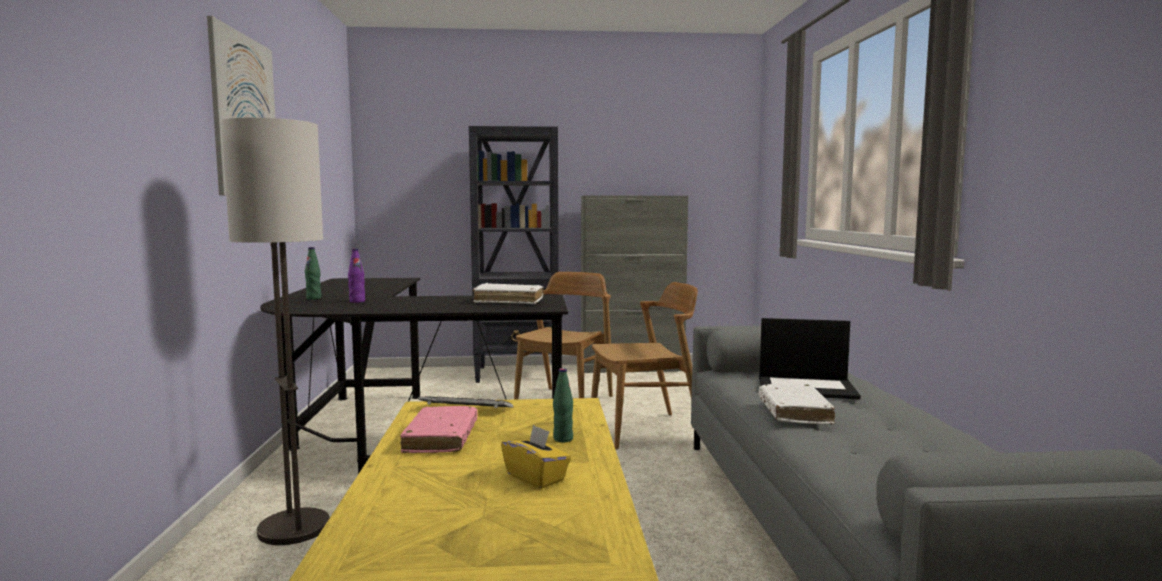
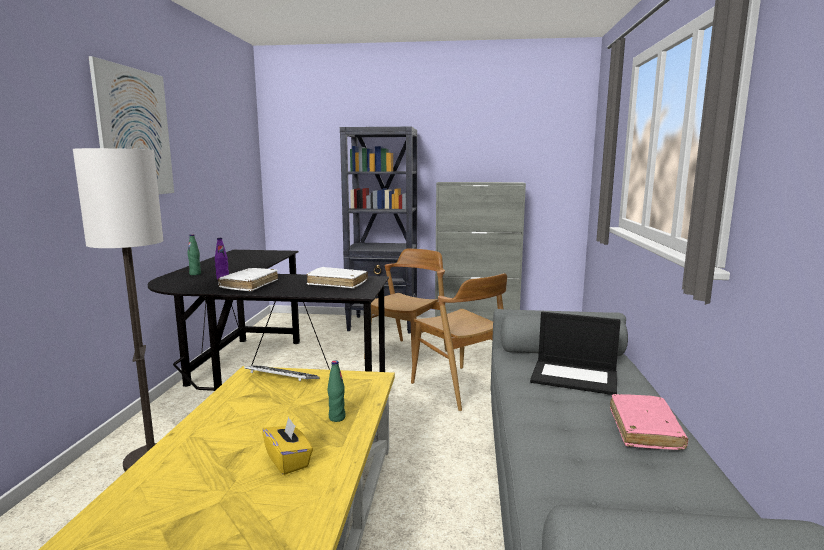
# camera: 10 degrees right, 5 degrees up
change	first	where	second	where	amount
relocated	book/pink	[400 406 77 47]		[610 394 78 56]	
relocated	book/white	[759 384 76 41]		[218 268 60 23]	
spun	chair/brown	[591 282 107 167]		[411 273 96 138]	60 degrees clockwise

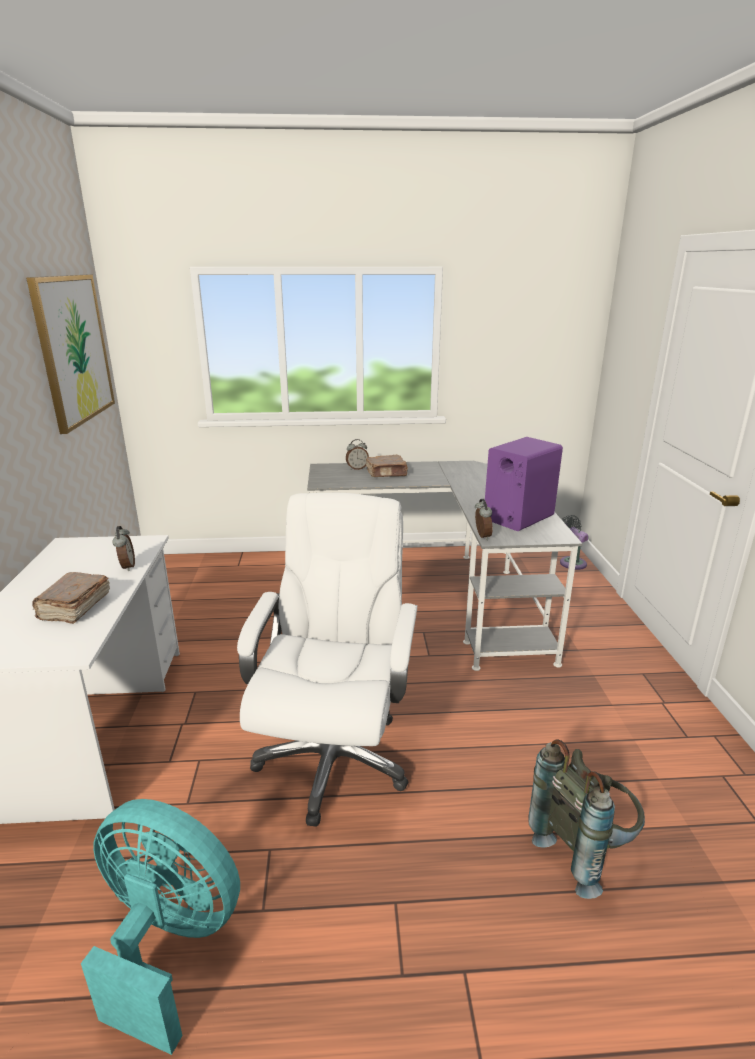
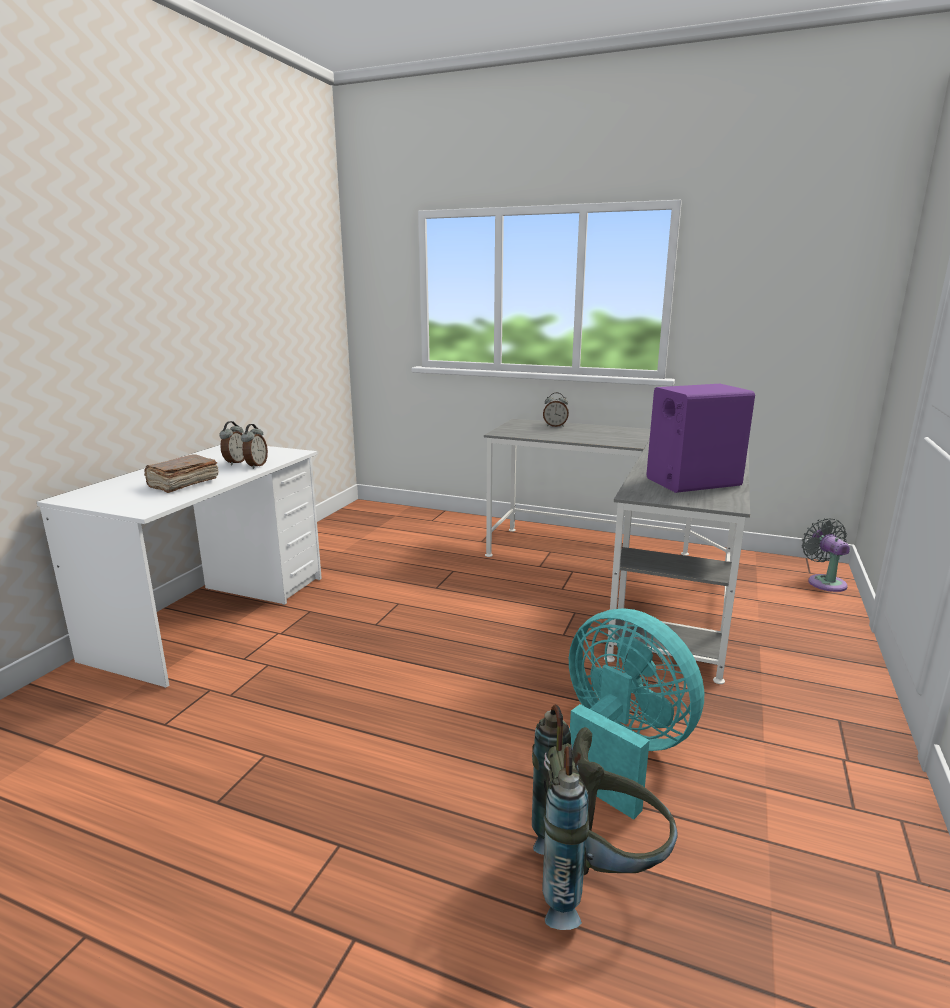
# camera: 25 degrees right, 5 degrees down
change	first	where	second	where	amount
missing	picture	[26 275 89 159]			
missing	office chair/white	[237 493 181 334]			
missing	book/brown	[366 455 42 22]			
relocated	fan/turquoise	[81 799 159 256]		[569 608 135 212]	
relocated	alarm clock	[475 499 18 41]		[219 421 26 44]	

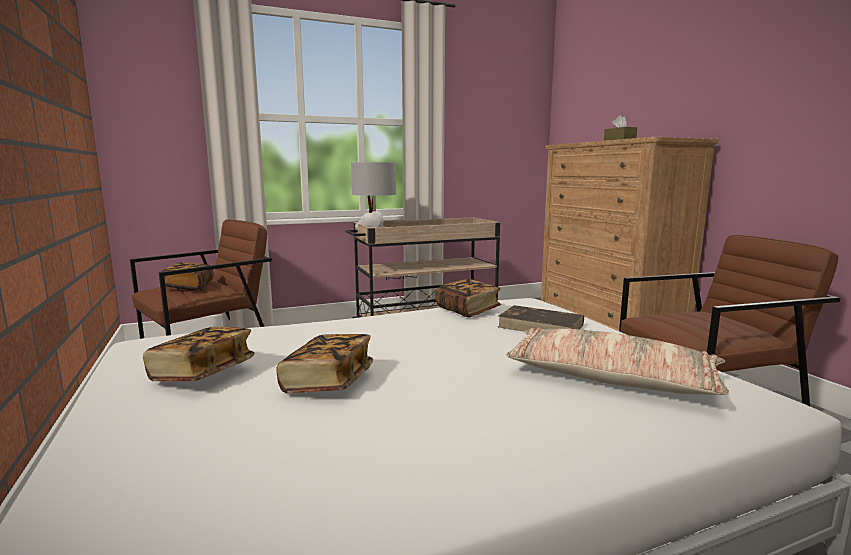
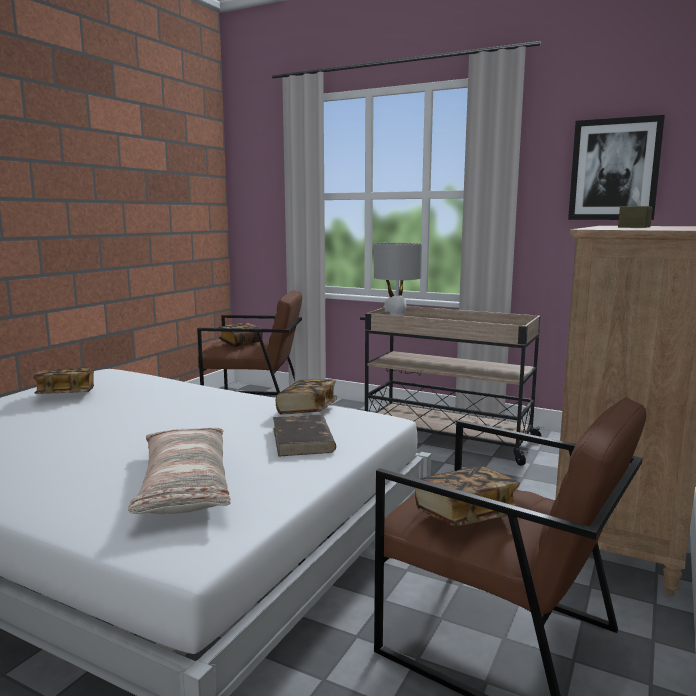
# camera: 50 degrees right, 0 degrees up
change	first	where	second	where	amount
appeared			picture	[568 115 97 105]	
relocated	book	[276 334 97 60]		[415 466 105 60]	

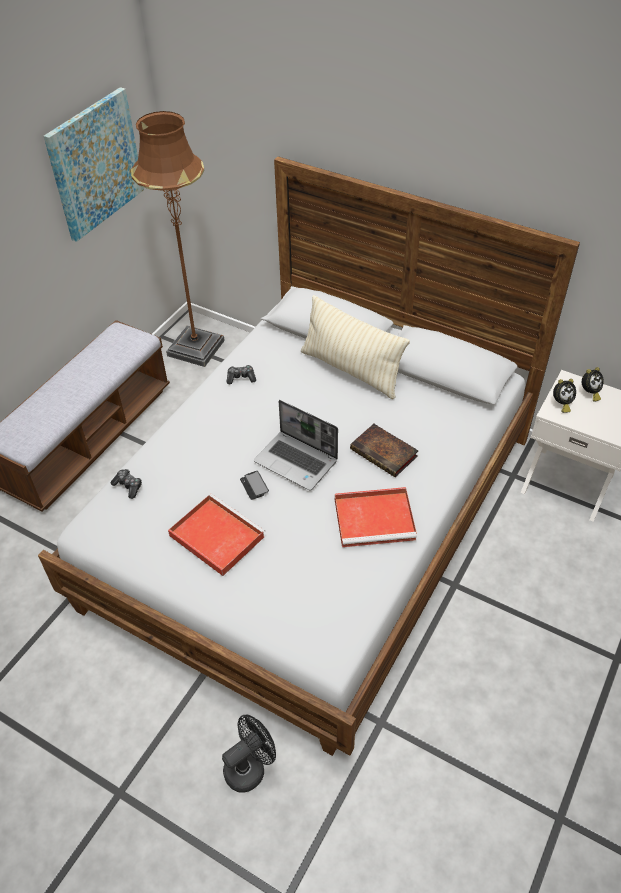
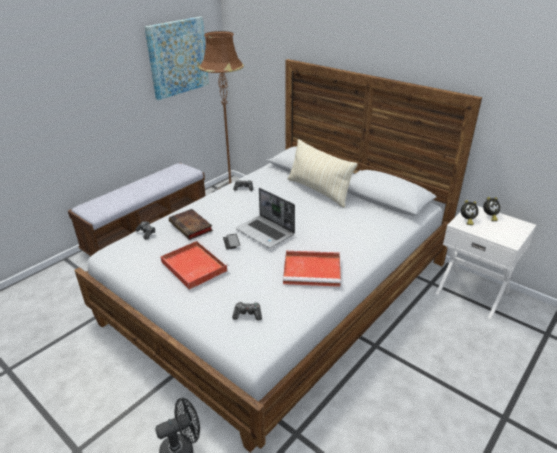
# camera: 10 degrees right, 15 degrees down
change	first	where	second	where	amount
appeared			game controller	[232 302 30 19]	
relocated	book	[350 424 68 54]		[169 209 44 31]	

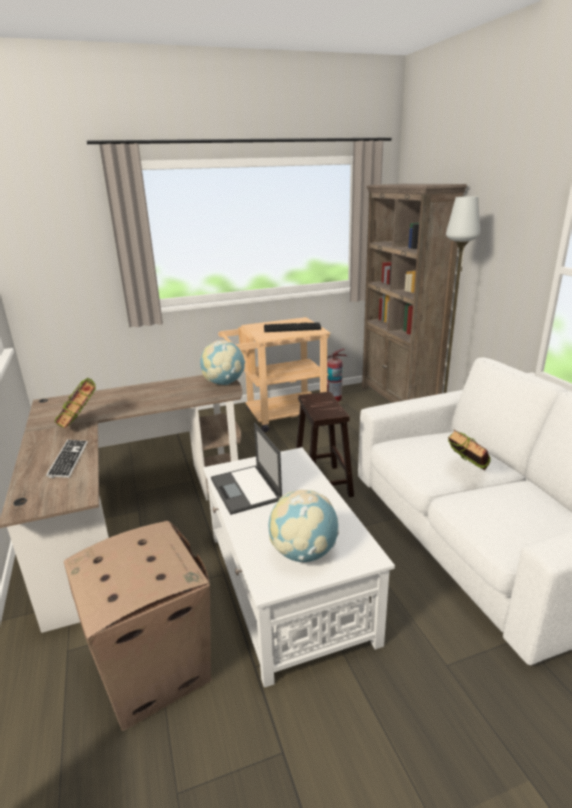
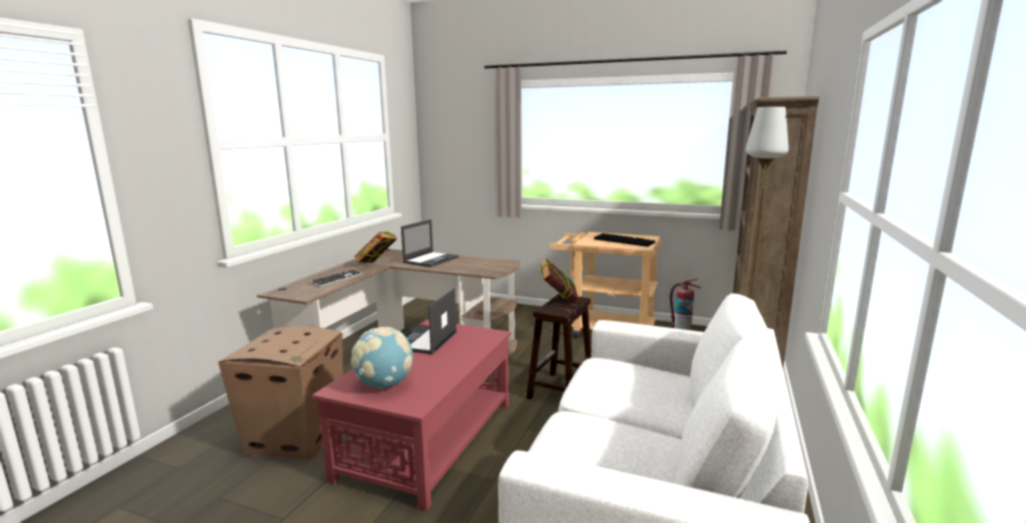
# camera: 40 degrees right, 10 degrees down
change	first	where	second	where	amount
missing	globe	[200 340 45 45]			
appeared			laptop	[401 219 58 48]	
relocated	book	[448 430 43 40]		[540 259 39 45]	
colour	coffee table/white	[203 447 192 241]	coffee table/red	[312 320 199 191]	

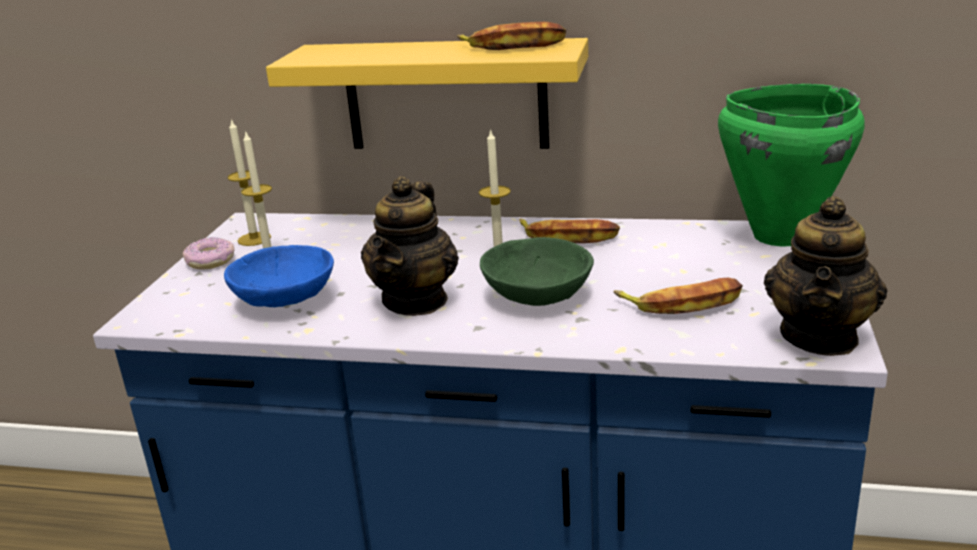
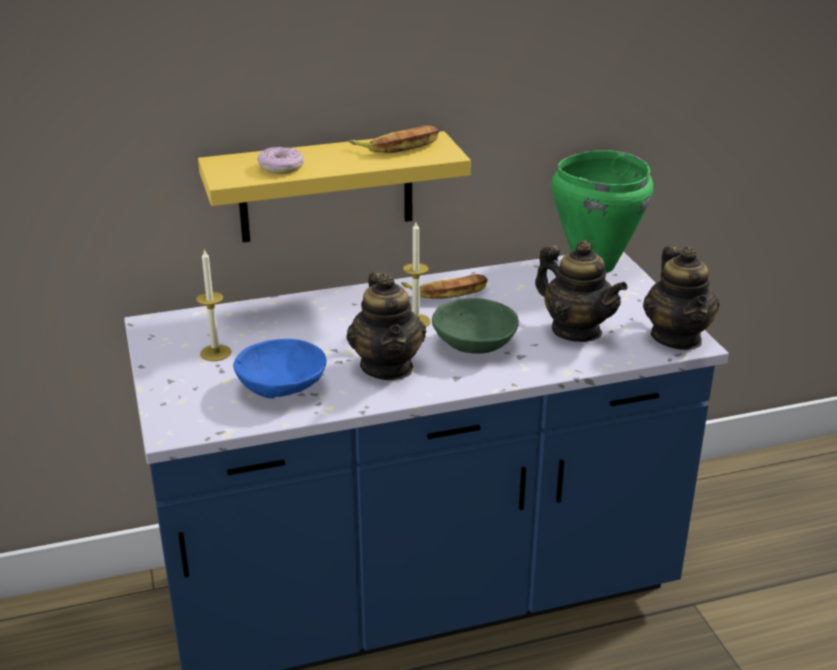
# camera: 30 degrees left, 5 degrees up
change	first	where	second	where	amount
missing	candle	[227 119 44 127]			
relocated	donut	[183 237 52 32]		[257 147 47 27]	
exchanged	banana	[614 278 129 36]	teapot	[535 240 92 102]	

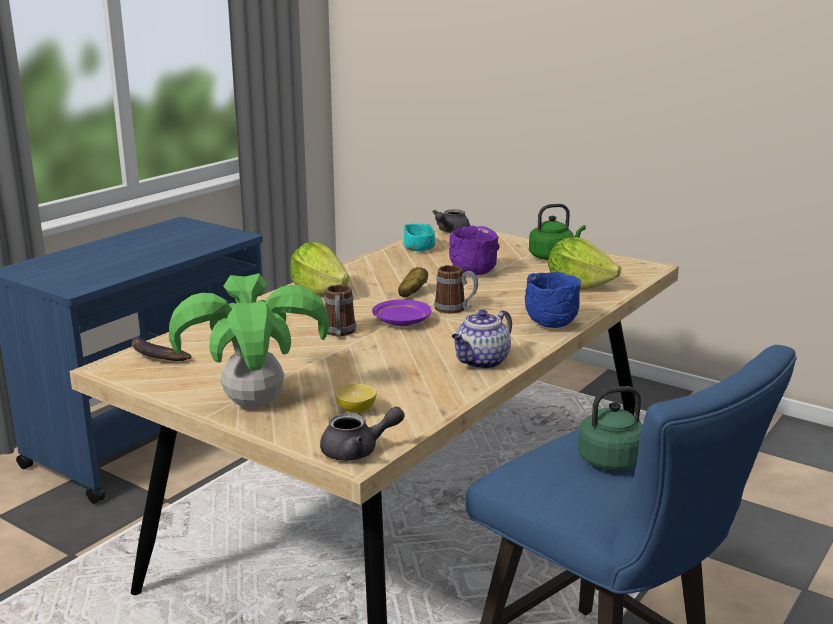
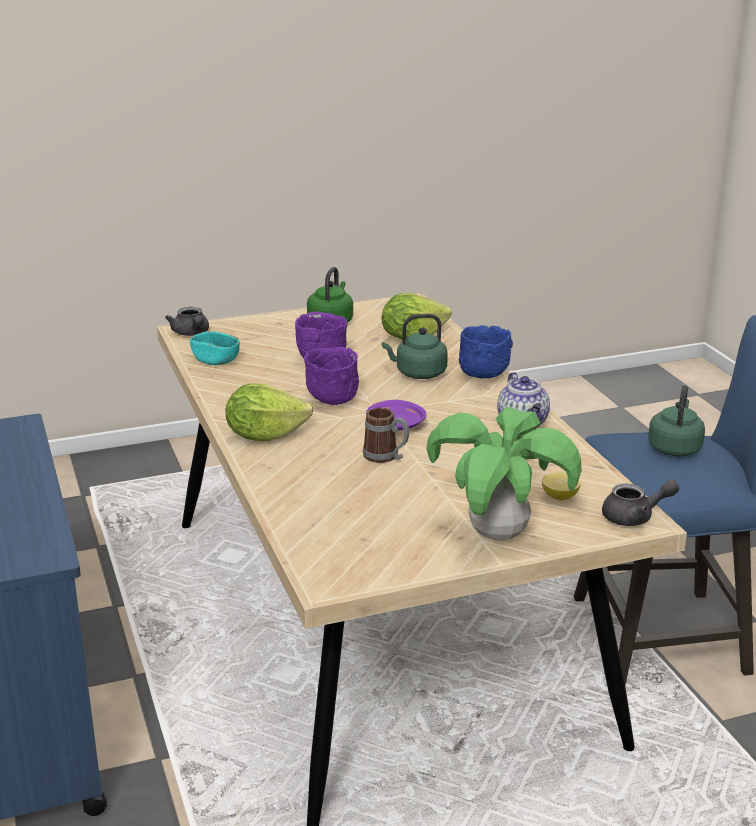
# camera: 55 degrees left, 5 degrees up
change	first	where	second	where	amount
missing	banana	[132 339 60 22]			
missing	mug	[434 265 44 49]			
appeared			kettle/green	[382 314 66 65]	
exchanged	potato	[398 267 30 30]	bowl/purple	[304 347 55 58]	
spun	teapot/grey	[320 406 85 55]		[602 480 77 46]	60 degrees clockwise

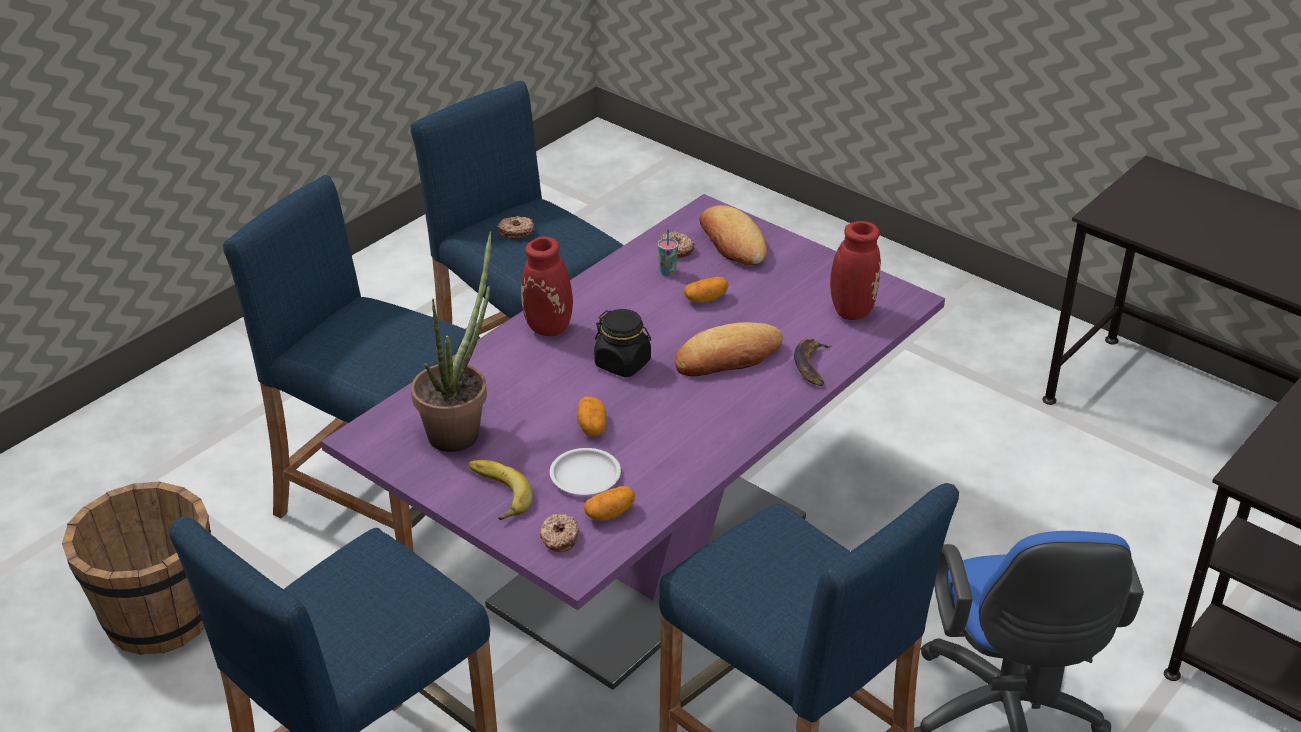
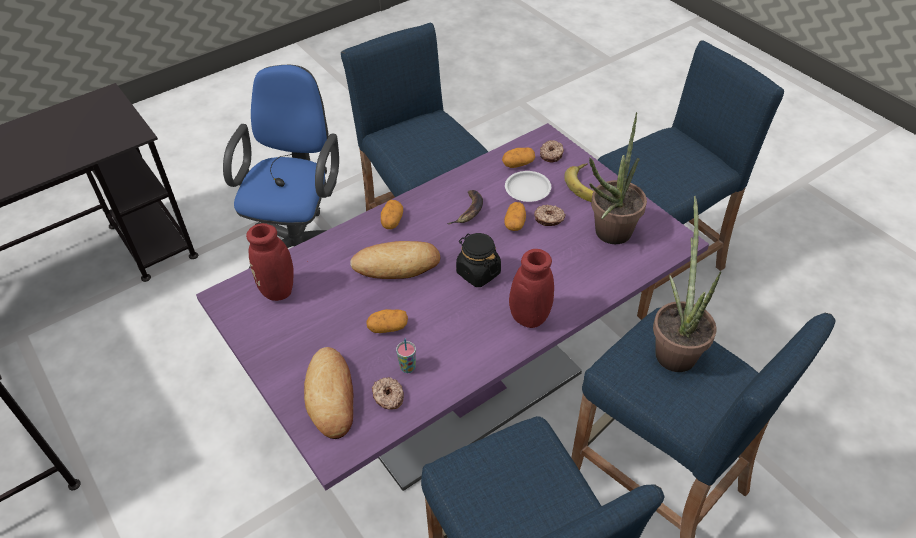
# camera: 165 degrees left, 10 degrees up
change	first	where	second	where	amount
missing	bucket/brown	[62 482 149 173]			
appeared			potato	[381 200 22 29]	
appeared			potted plant	[653 196 68 176]	
relocated	donut	[497 216 37 23]		[534 205 31 21]	
relocated	banana	[794 338 38 48]		[447 190 36 35]	

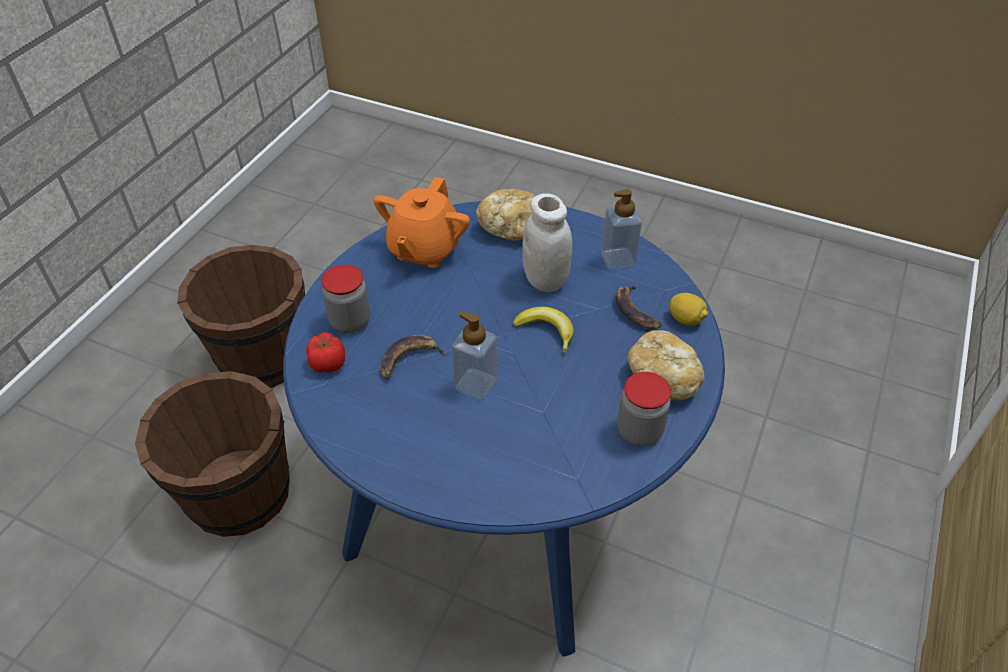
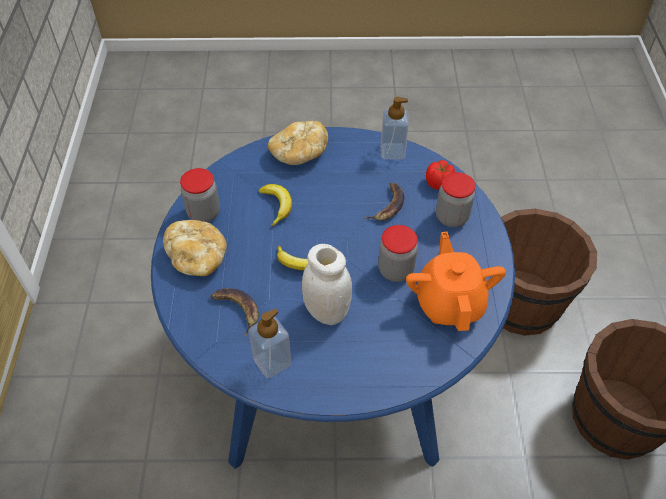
# camera: 155 degrees right, 5 degrees up
change	first	where	second	where	amount
missing	lemon	[670 293 38 33]			
appeared			banana	[259 184 33 42]	
appeared			jar	[378 225 40 57]	
relocated	soap dispenser	[452 312 45 88]		[381 97 28 63]	
relocated	bread	[476 189 59 52]		[268 121 60 44]	

